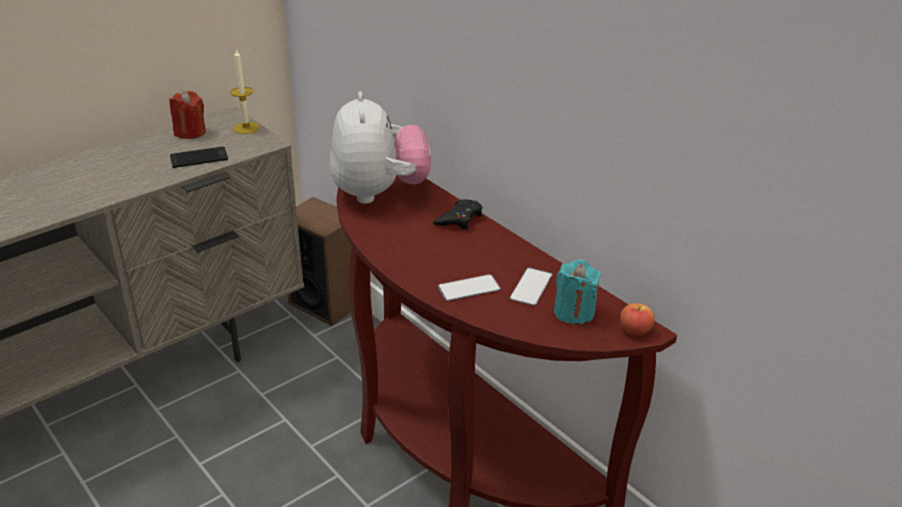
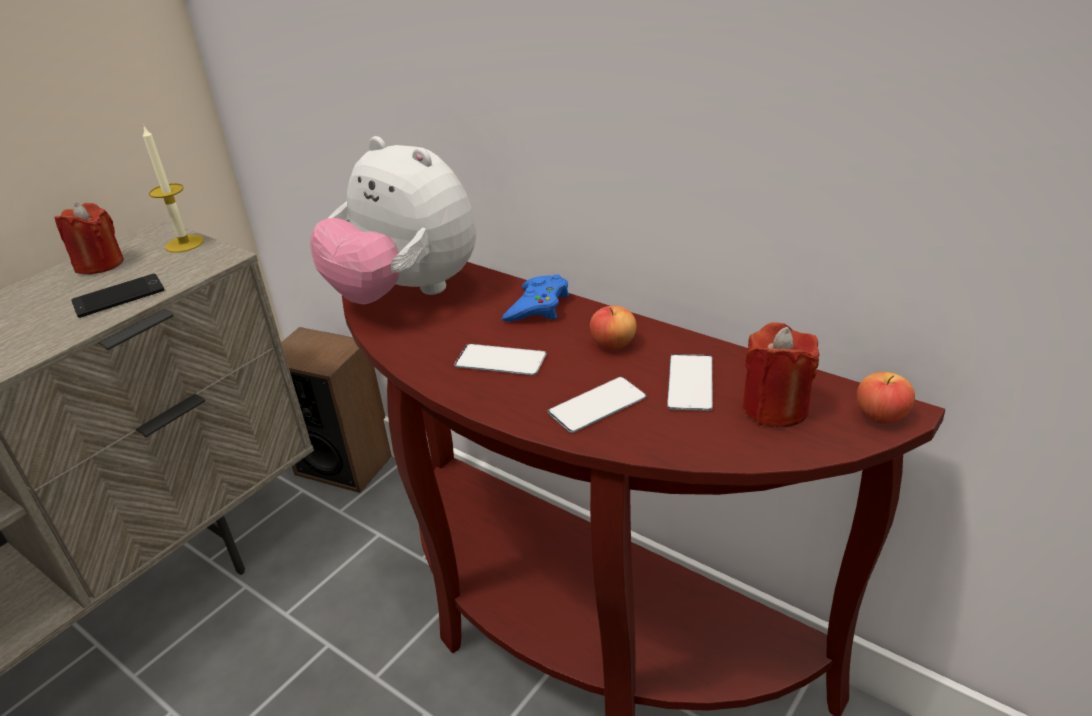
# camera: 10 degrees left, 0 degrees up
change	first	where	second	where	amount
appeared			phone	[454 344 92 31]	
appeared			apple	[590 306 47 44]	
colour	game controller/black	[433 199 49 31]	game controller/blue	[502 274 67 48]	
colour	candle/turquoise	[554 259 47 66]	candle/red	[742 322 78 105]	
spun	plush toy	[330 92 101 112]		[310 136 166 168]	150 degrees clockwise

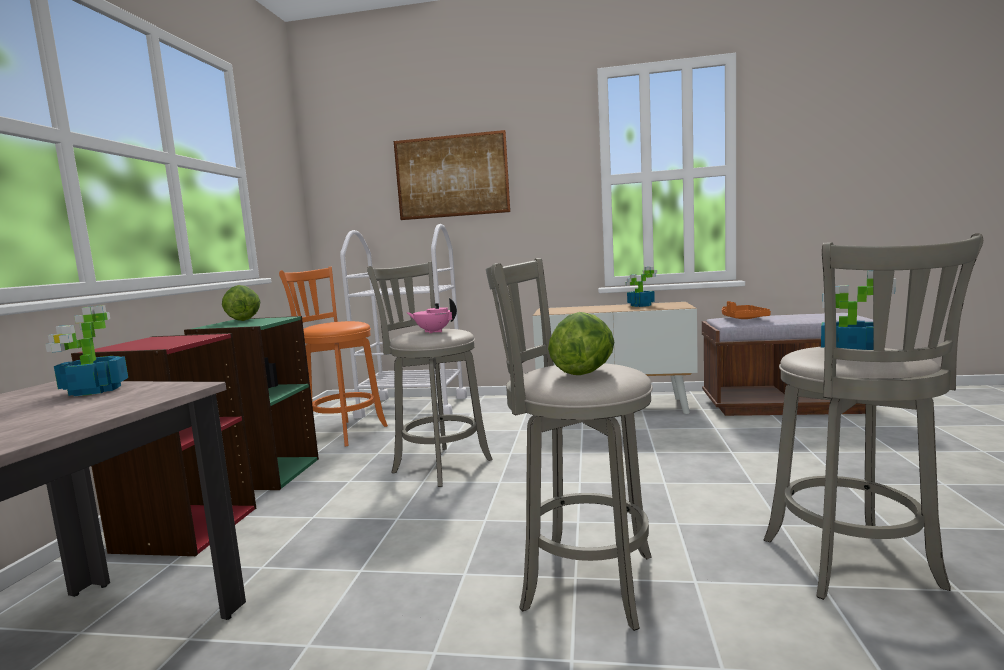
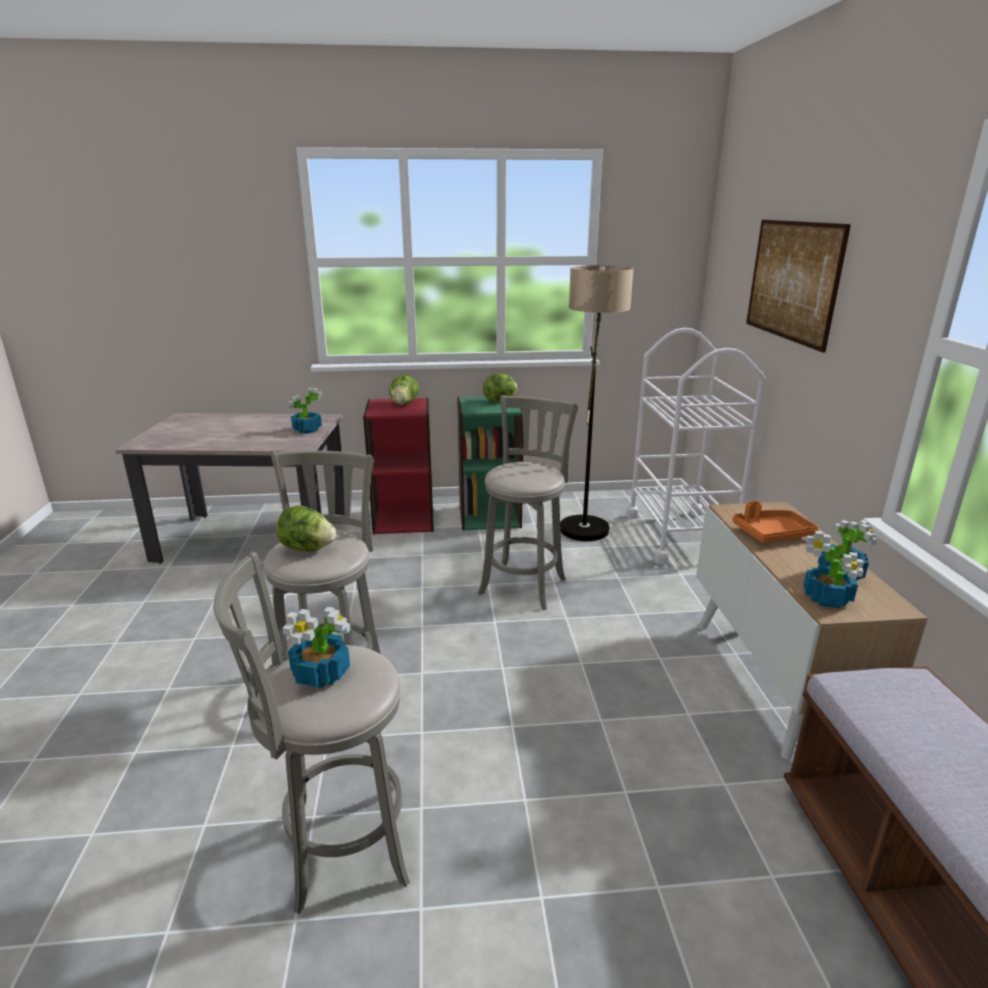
# camera: 75 degrees right, 15 degrees up
change	first	where	second	where	amount
missing	teapot/pink	[407 298 50 36]			
appeared			lettuce	[389 374 30 31]	
appeared			potted plant	[803 531 61 77]	
relocated	tray/orange	[722 301 49 18]		[733 501 86 42]	
exchanged	stool/orange	[279 267 109 180]	floor lamp	[560 265 74 276]	

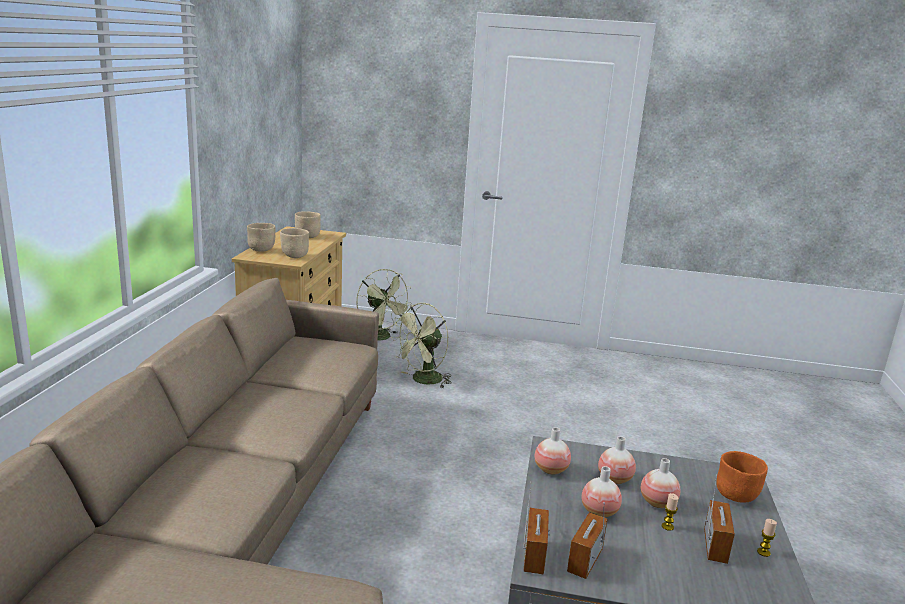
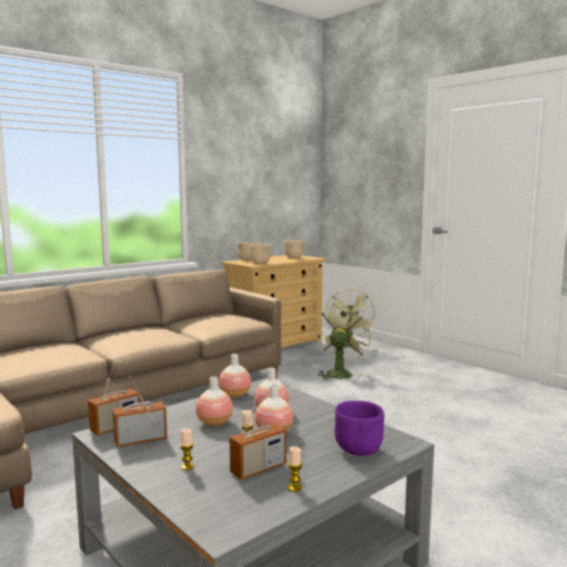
# camera: 40 degrees right, 10 degrees down
change	first	where	second	where	amount
appeared			candle	[180 429 14 41]	
colour	bowl/orange	[716 451 52 51]	bowl/purple	[335 401 49 55]	
spun	fan/green	[391 303 60 85]		[315 305 56 75]	120 degrees clockwise

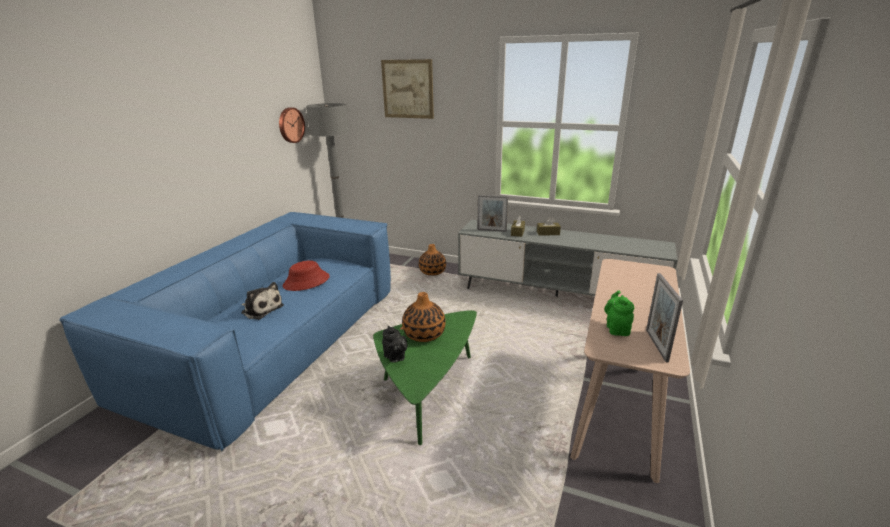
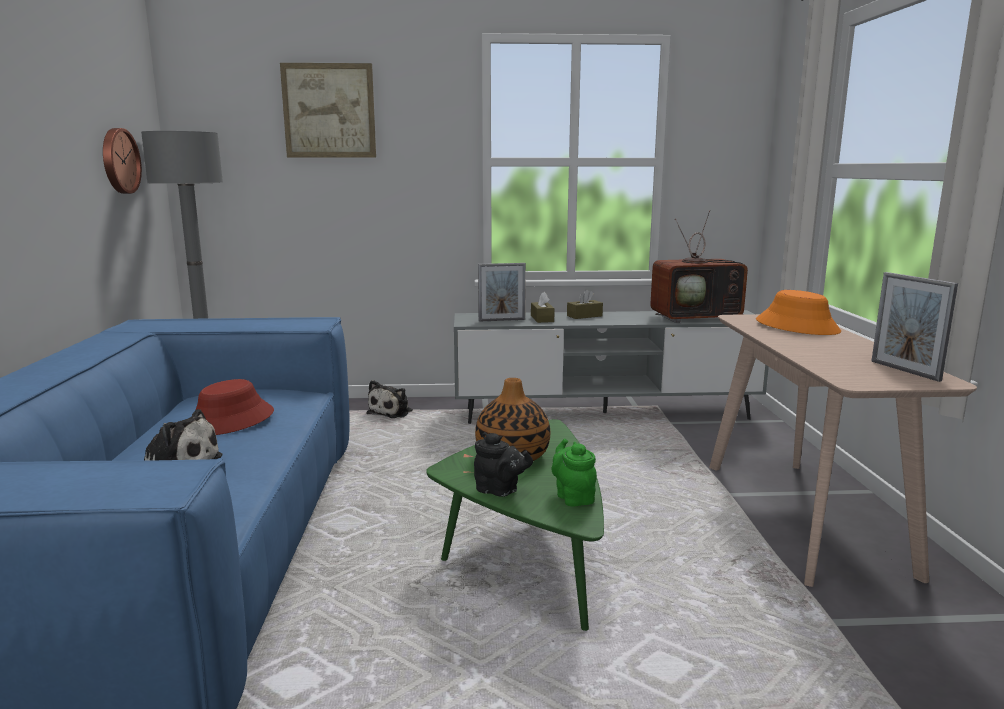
# camera: 25 degrees left, 10 degrees down
change	first	where	second	where	amount
appeared			television	[650 210 98 113]	
appeared			hat/orange	[756 290 85 45]	
relocated	teapot/green	[604 290 30 46]		[552 439 45 67]	
exchanged	vase	[419 244 27 32]	plush toy	[366 380 47 38]	

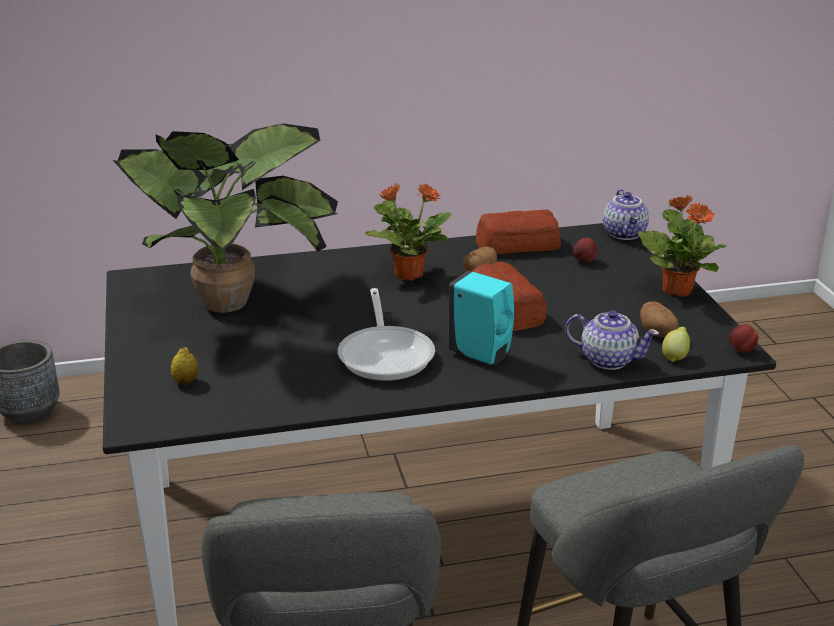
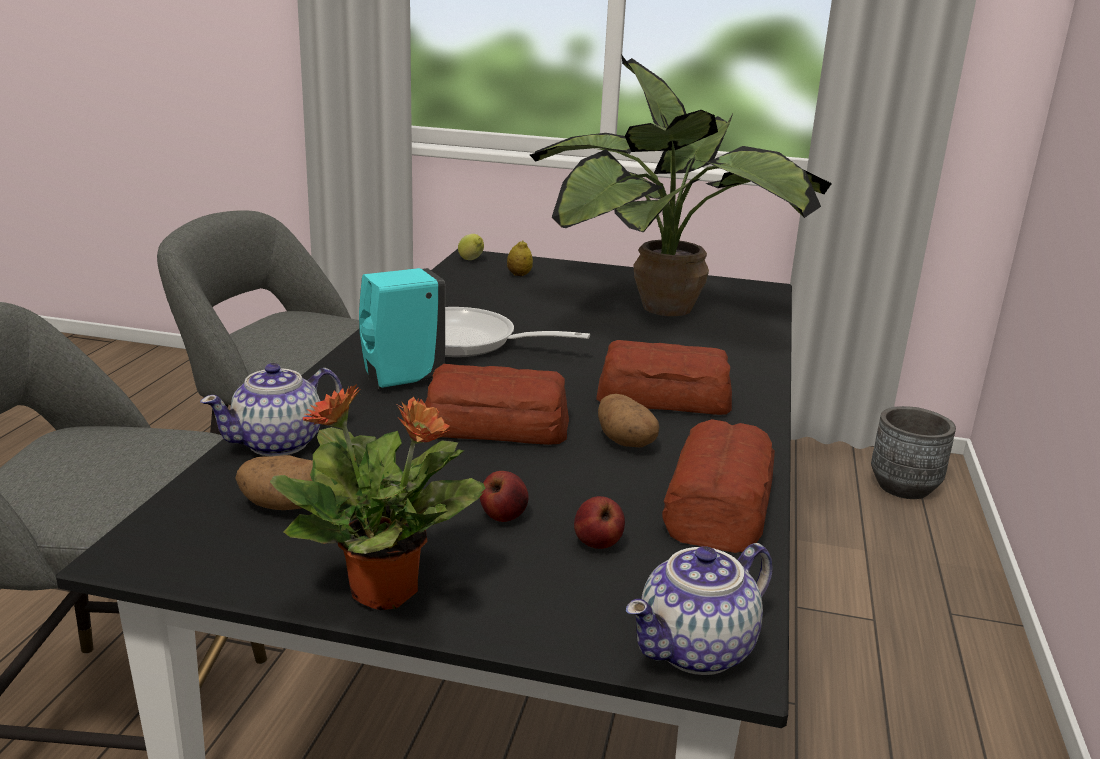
# camera: 115 degrees right, 5 degrees down
change	first	where	second	where	amount
relocated	lemon	[662 327 28 35]		[458 234 26 26]	
relocated	apple	[729 324 30 29]		[480 471 48 51]	
exchanged	potted plant	[365 183 87 98]	bread	[596 340 136 75]	
spun	teapot	[603 189 46 51]		[626 543 147 132]	60 degrees counterclockwise

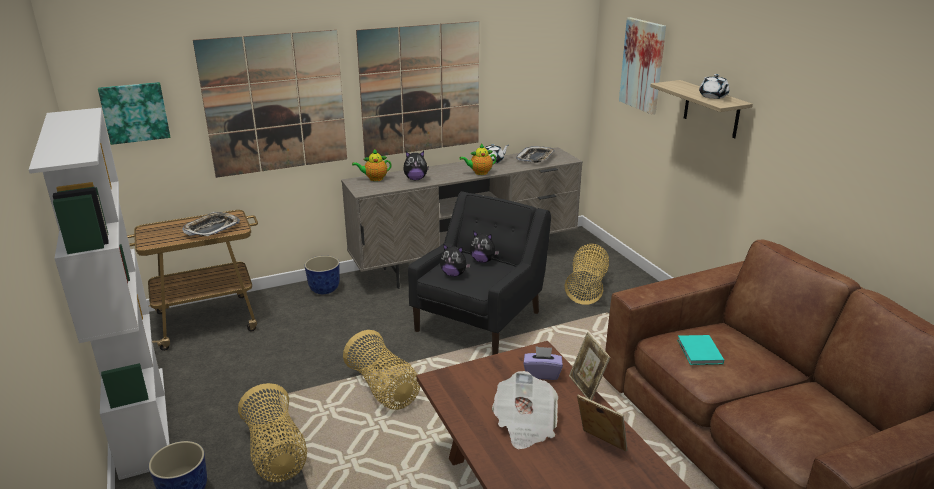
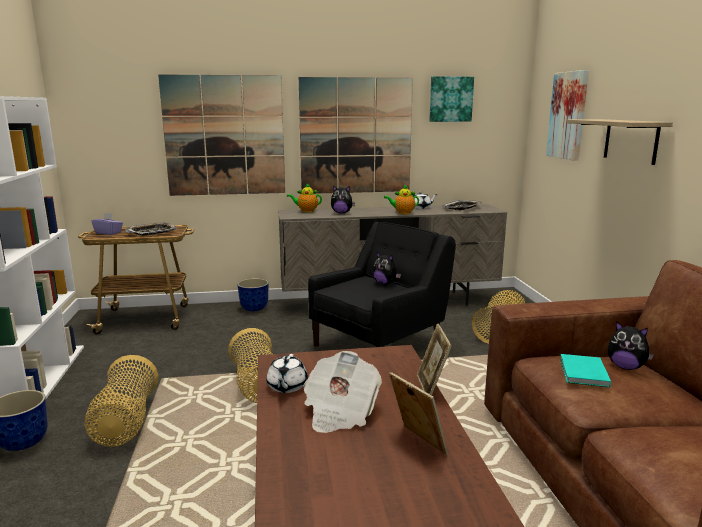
# camera: 15 degrees right, 10 degrees down
change	first	where	second	where	amount
relocated	picture	[98 82 73 63]		[429 76 45 46]	
relocated	plush toy	[440 244 31 33]		[608 322 46 48]	
relocated	tissue box/purple	[524 346 39 34]		[91 213 32 22]	
relocated	teapot/white	[699 74 30 25]		[266 354 42 39]	

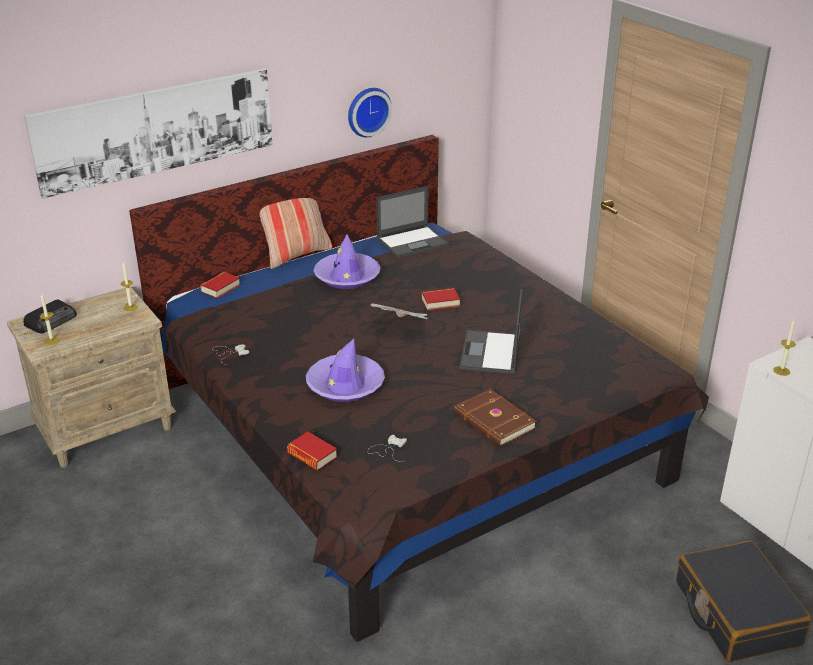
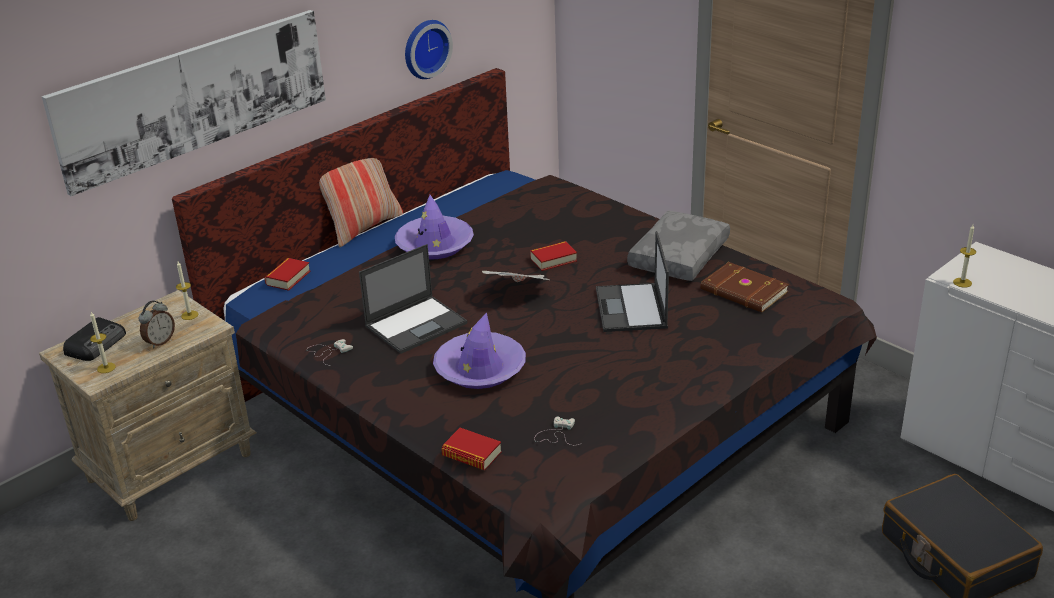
# camera: 10 degrees left, 0 degrees up
change	first	where	second	where	amount
appeared			alarm clock	[139 301 36 47]	
appeared			pillow/grey	[627 211 103 70]	
relocated	laptop	[376 186 73 72]		[359 244 108 110]	
relocated	book/brown	[454 389 83 57]		[700 262 89 51]	

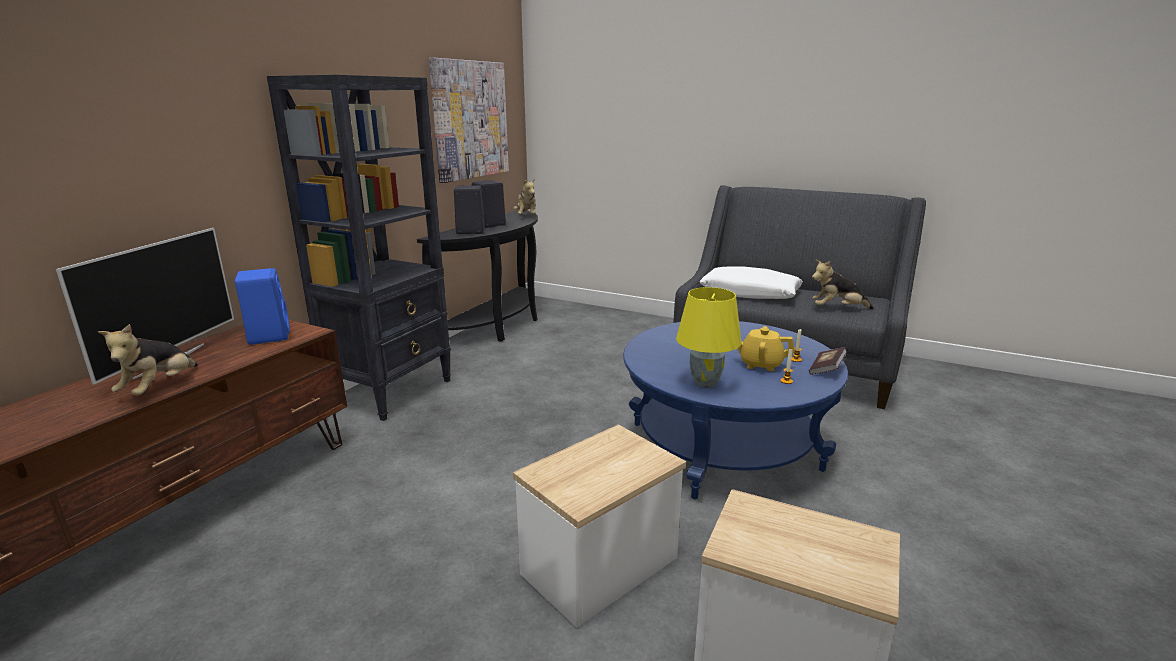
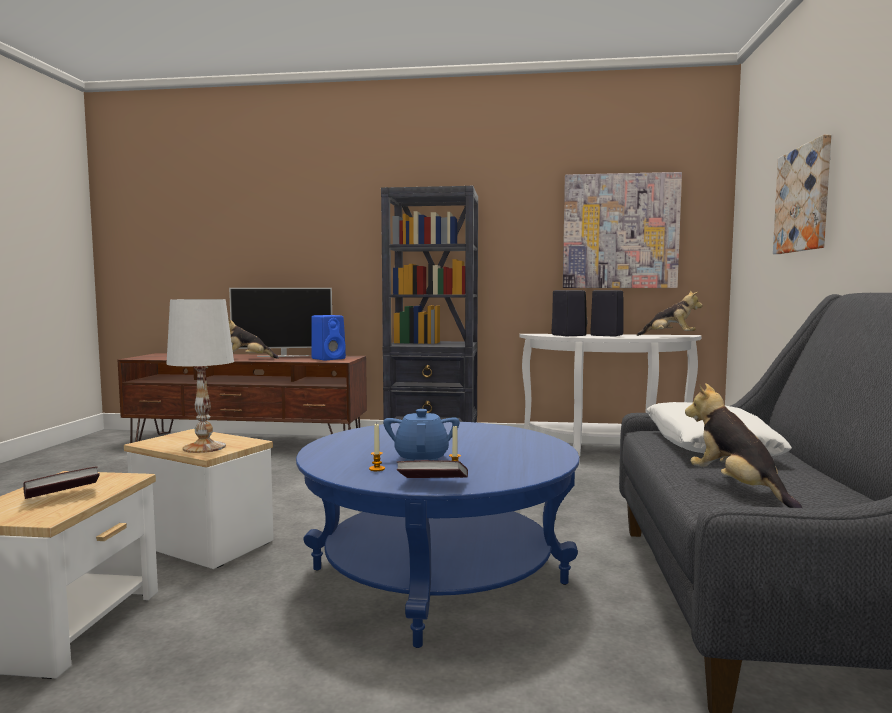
# camera: 70 degrees right, 15 degrees down
change	first	where	second	where	amount
missing	table lamp/yellow	[676 287 65 101]			
appeared			book	[24 466 76 33]	
appeared			table lamp/white	[167 299 67 154]	
appeared			picture	[773 134 58 120]	
colour	console table/black	[417 210 121 132]	console table/white	[519 334 182 123]	
colour	teapot/yellow	[737 326 58 45]	teapot/blue	[383 409 77 52]	
spun	plush toy	[514 178 22 37]		[637 290 65 46]	120 degrees counterclockwise

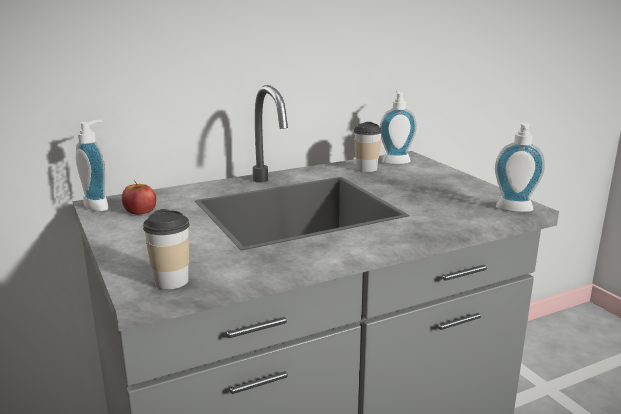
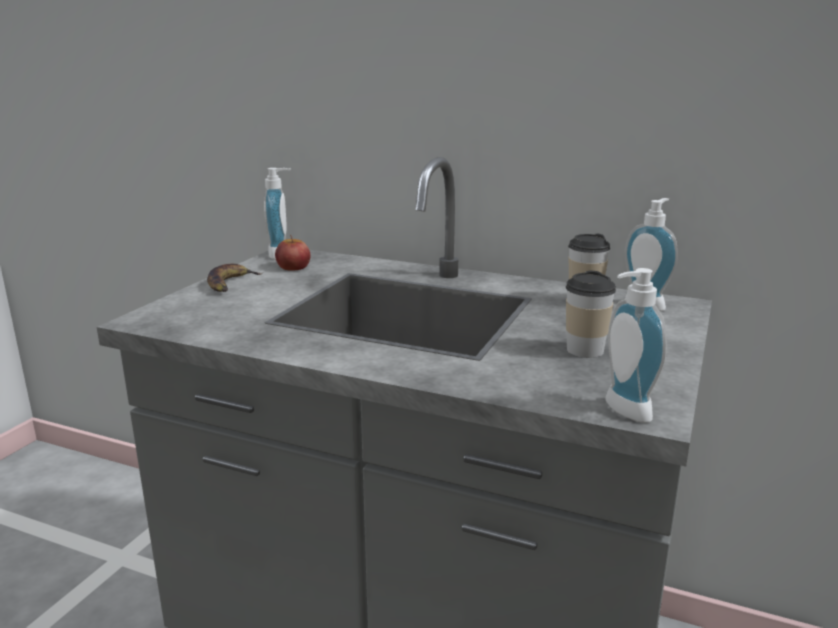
# camera: 50 degrees right, 0 degrees up
change	first	where	second	where	amount
appeared			banana	[207 264 55 28]	
relocated	cup	[143 209 47 81]		[566 271 50 87]	

